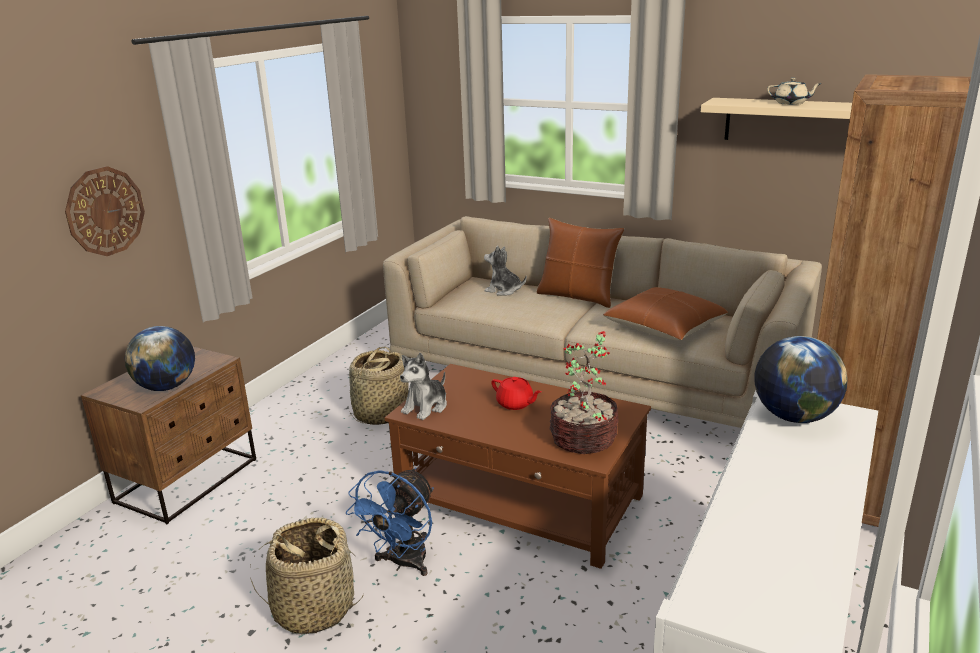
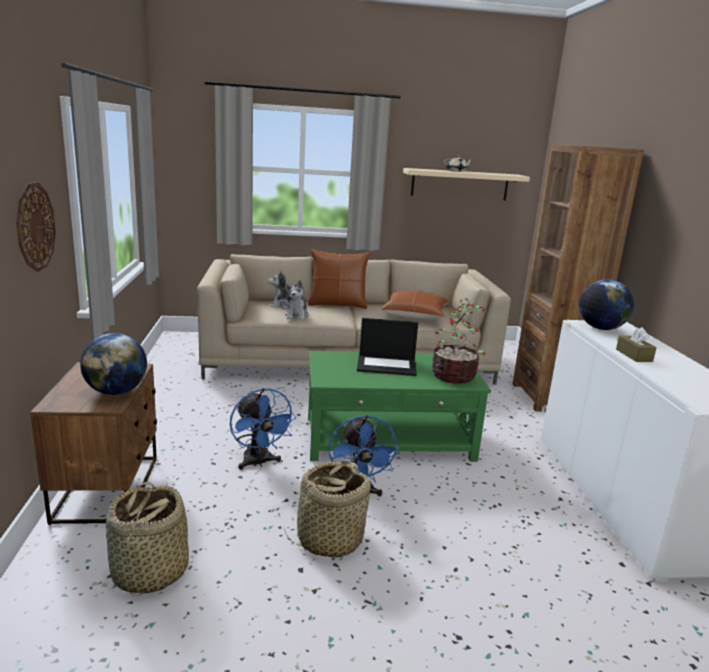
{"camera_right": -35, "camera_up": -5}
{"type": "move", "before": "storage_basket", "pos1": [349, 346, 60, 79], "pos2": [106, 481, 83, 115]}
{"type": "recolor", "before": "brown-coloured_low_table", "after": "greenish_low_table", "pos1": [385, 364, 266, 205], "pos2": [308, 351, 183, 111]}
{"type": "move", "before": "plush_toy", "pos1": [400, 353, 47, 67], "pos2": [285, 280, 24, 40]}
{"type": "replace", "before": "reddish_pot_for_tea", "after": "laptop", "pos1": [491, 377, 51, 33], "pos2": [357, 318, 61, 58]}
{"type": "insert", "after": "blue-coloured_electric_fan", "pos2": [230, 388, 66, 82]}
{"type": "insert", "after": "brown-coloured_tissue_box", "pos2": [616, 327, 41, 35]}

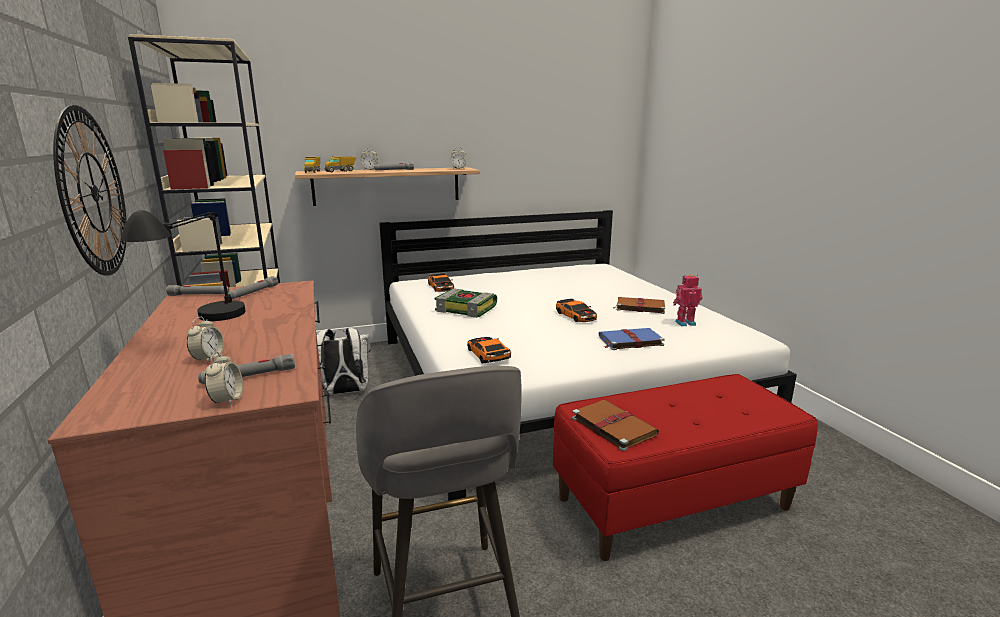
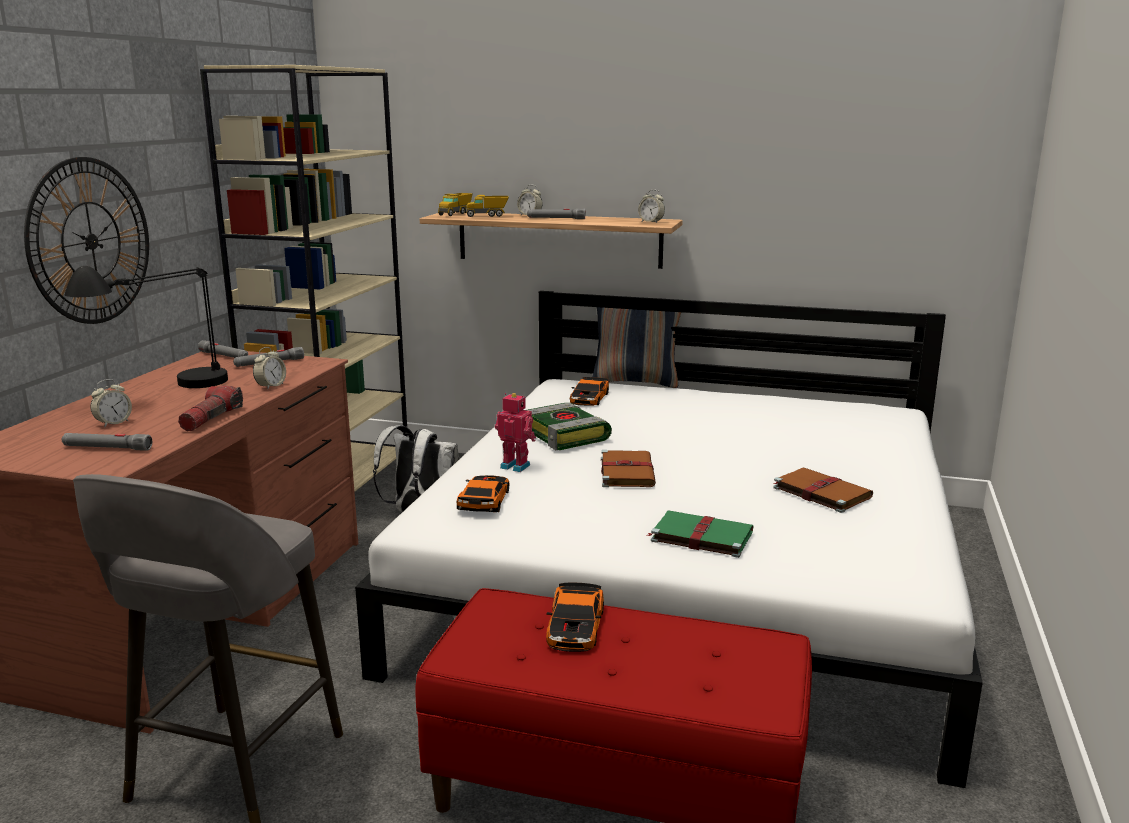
{"camera_right": 35, "camera_up": 0}
{"type": "move", "before": "table_clock", "pos1": [205, 352, 38, 54], "pos2": [253, 347, 33, 43]}
{"type": "move", "before": "miniature_car", "pos1": [556, 299, 41, 23], "pos2": [546, 583, 58, 69]}
{"type": "move", "before": "brown-coloured_book", "pos1": [572, 400, 87, 51], "pos2": [601, 450, 55, 37]}
{"type": "recolor", "before": "blue-coloured_book", "after": "greenish_book", "pos1": [599, 328, 66, 22], "pos2": [647, 510, 106, 48]}
{"type": "move", "before": "model_robot", "pos1": [673, 274, 30, 52], "pos2": [495, 393, 41, 79]}
{"type": "insert", "after": "hand_torch", "pos2": [178, 385, 65, 46]}
{"type": "insert", "after": "cushion", "pos2": [592, 307, 89, 81]}

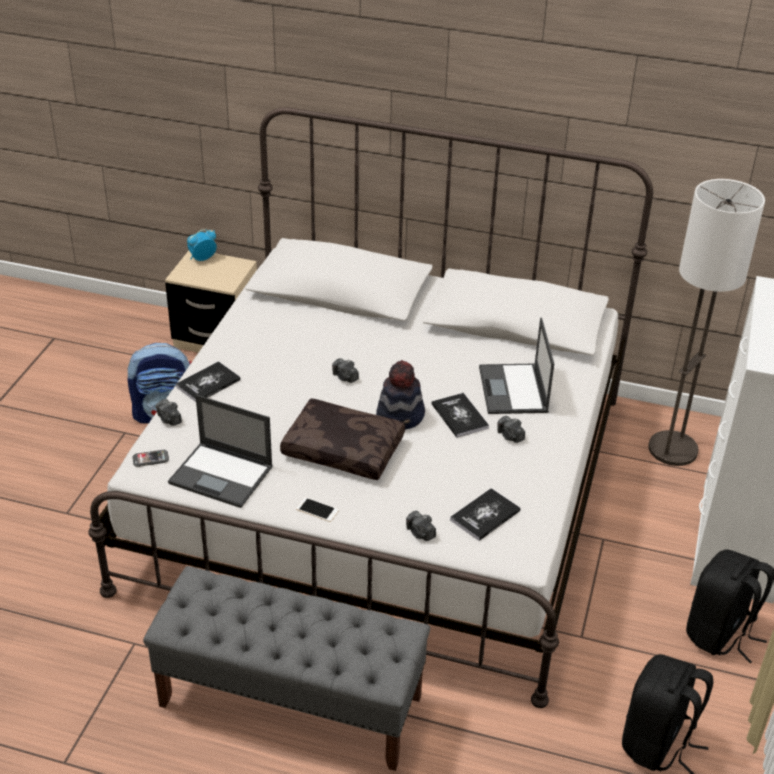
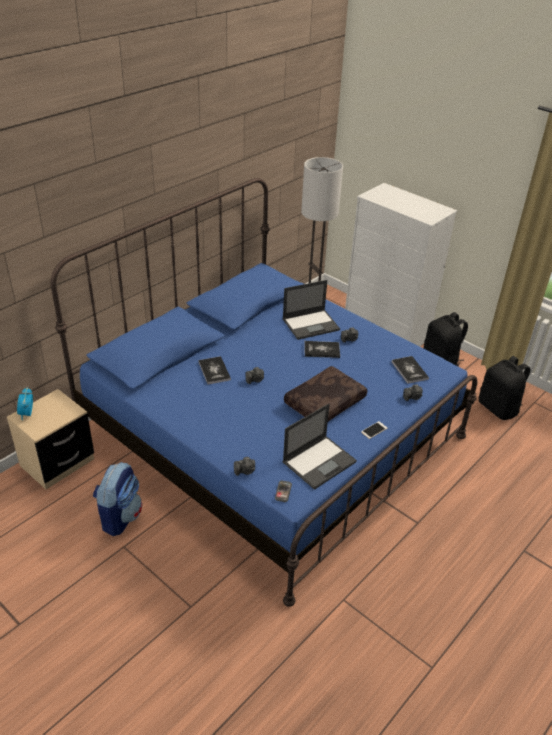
{"camera_right": -65, "camera_up": 0}
{"type": "recolor", "before": "white_bed", "after": "blue-coloured_bed", "pos1": [88, 107, 565, 601], "pos2": [51, 178, 426, 429]}
{"type": "delete", "before": "greyish_indoor_bench", "pos1": [143, 566, 287, 205]}
{"type": "move", "before": "book", "pos1": [176, 361, 65, 41], "pos2": [198, 356, 33, 28]}
{"type": "delete", "before": "clothing_hat", "pos1": [376, 360, 49, 70]}
{"type": "rotate", "before": "laptop", "pos1": [479, 318, 75, 96], "pos2": [283, 280, 57, 60], "turn": -45}

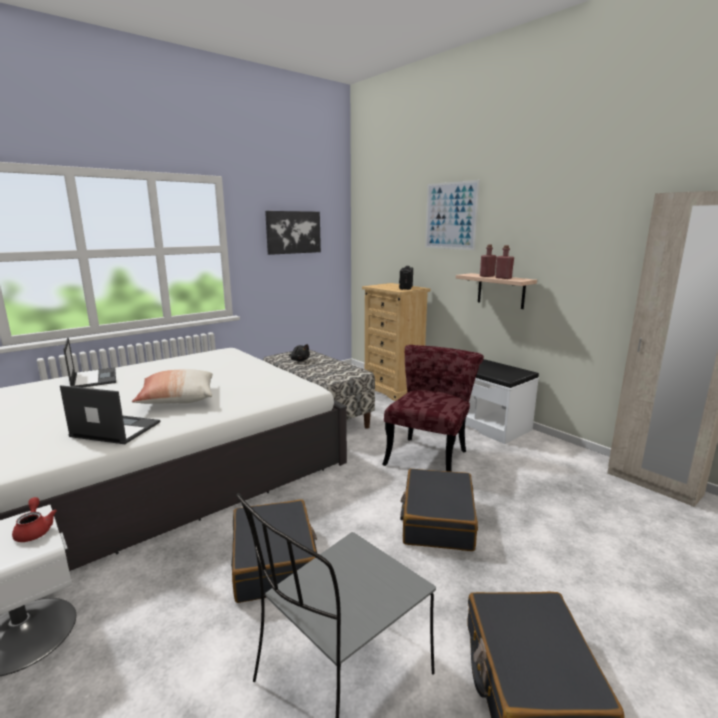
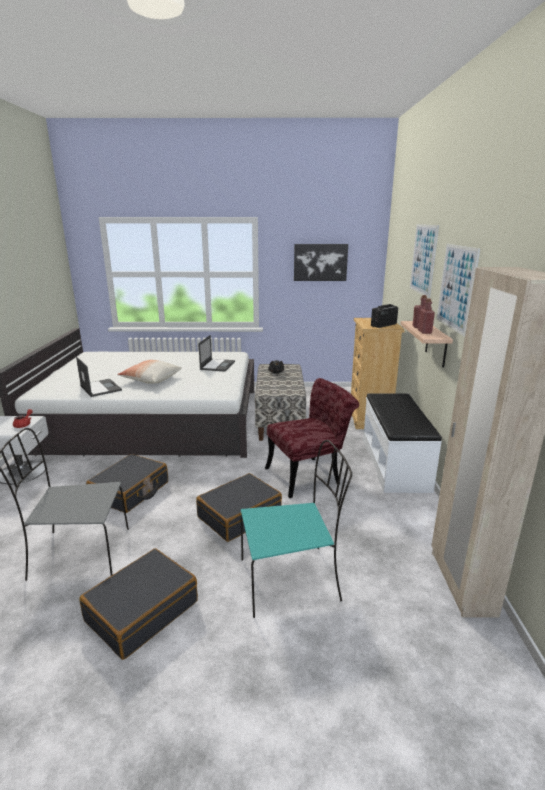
{"camera_right": 40, "camera_up": 5}
{"type": "move", "before": "laptop", "pos1": [63, 337, 53, 51], "pos2": [198, 335, 37, 37]}
{"type": "insert", "after": "turquoise_upright_chair", "pos2": [241, 440, 111, 178]}
{"type": "insert", "after": "wall_art", "pos2": [437, 244, 43, 93]}

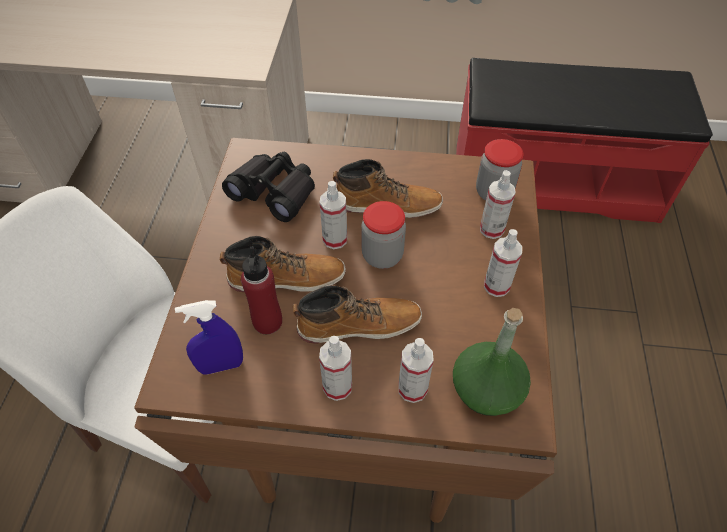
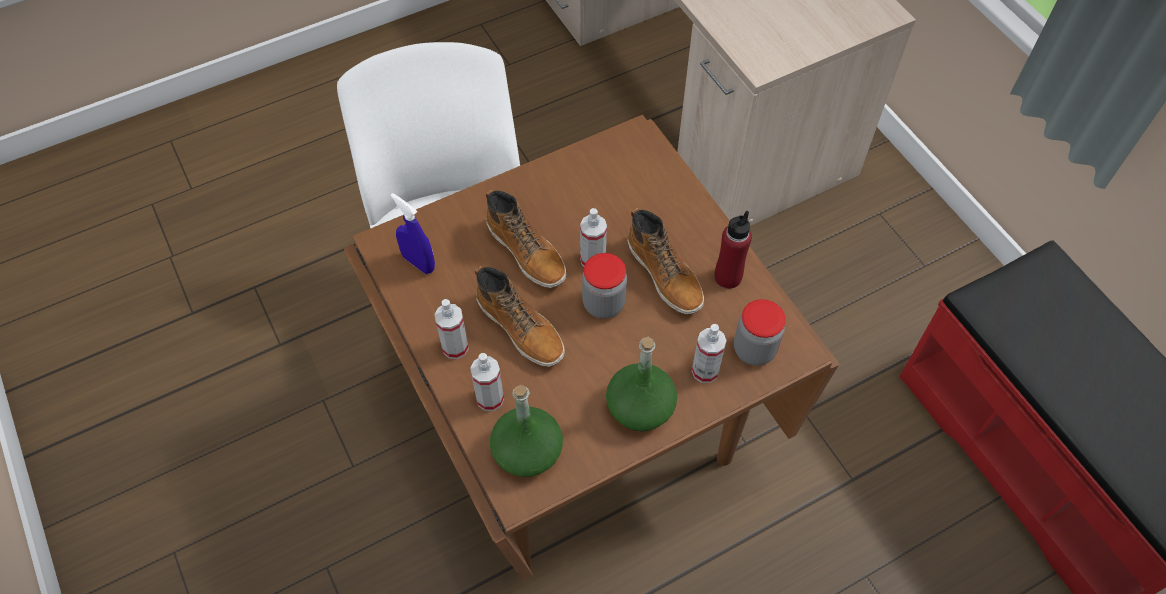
{"camera_right": 55, "camera_up": 5}
{"type": "delete", "before": "black_pair_of_binoculars", "pos1": [222, 152, 93, 70]}
{"type": "move", "before": "reddish_drink_bottle", "pos1": [241, 246, 41, 88], "pos2": [714, 211, 38, 78]}
{"type": "replace", "before": "spray_bottle", "after": "greenish_drink_bottle", "pos1": [484, 229, 38, 68], "pos2": [606, 337, 71, 94]}

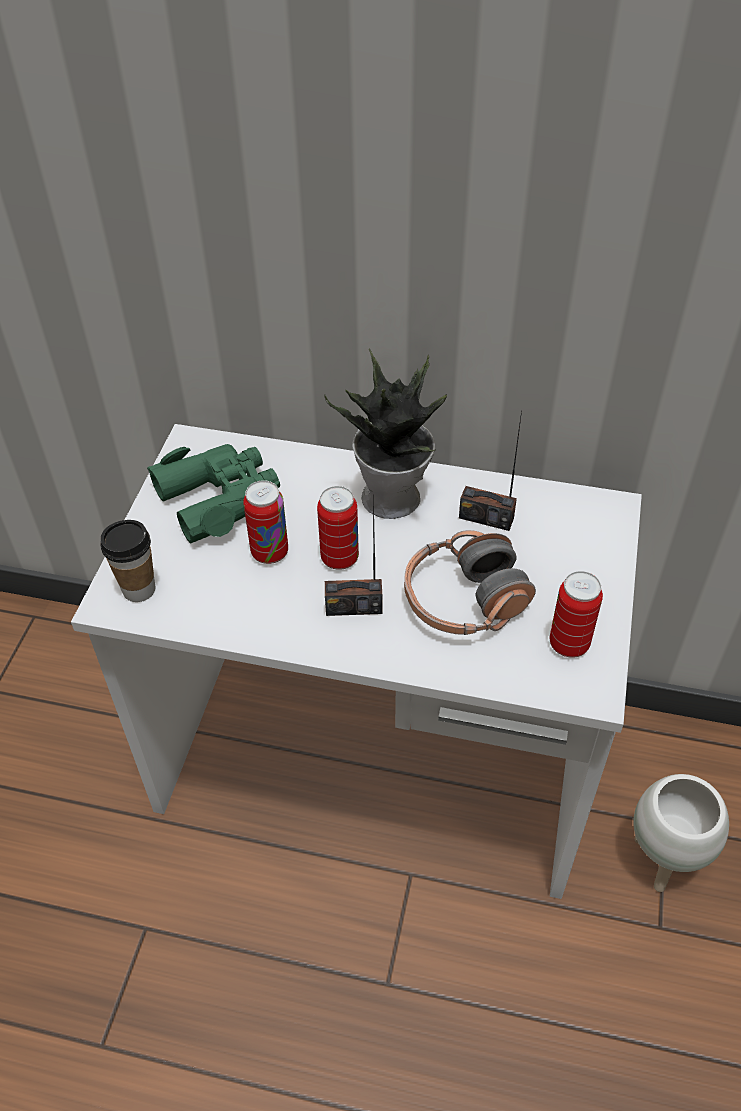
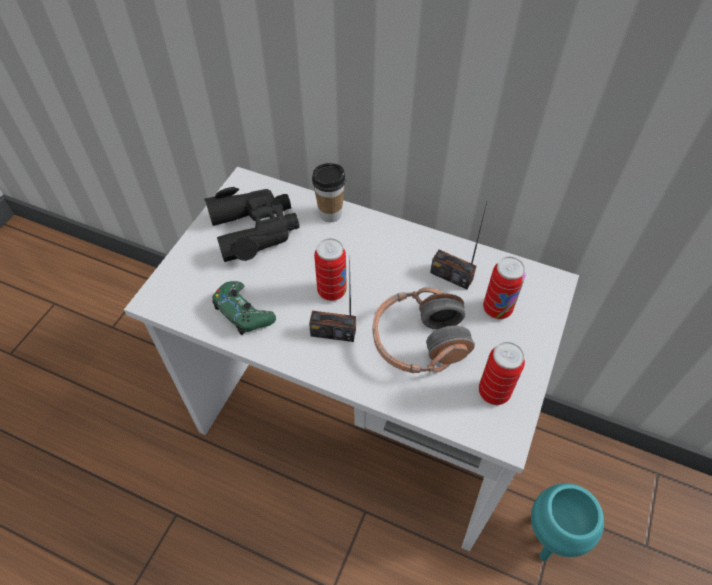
{"camera_right": 10, "camera_up": 5}
{"type": "move", "before": "drinking_cup", "pos1": [100, 520, 55, 82], "pos2": [312, 163, 34, 59]}
{"type": "recolor", "before": "greenish_pair_of_binoculars", "after": "black_pair_of_binoculars", "pos1": [147, 444, 133, 100], "pos2": [204, 187, 96, 75]}
{"type": "move", "before": "metal_can", "pos1": [243, 480, 45, 84], "pos2": [483, 257, 42, 62]}
{"type": "delete", "before": "potted_plant", "pos1": [324, 349, 123, 170]}
{"type": "recolor", "before": "white_plant_pot", "after": "turquoise_plant_pot", "pos1": [633, 774, 96, 118], "pos2": [531, 483, 73, 78]}
{"type": "insert", "after": "greenish_gamepad", "pos2": [212, 281, 64, 54]}

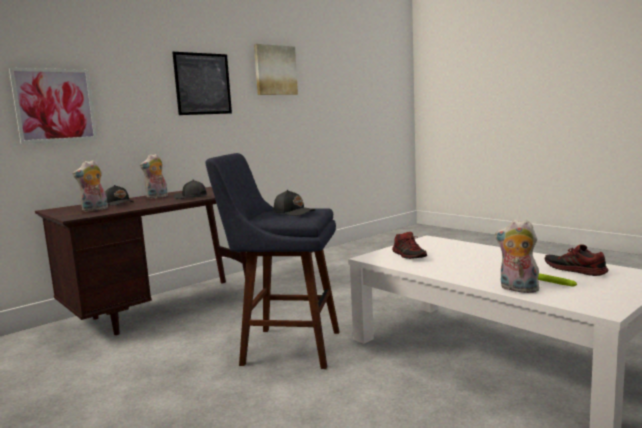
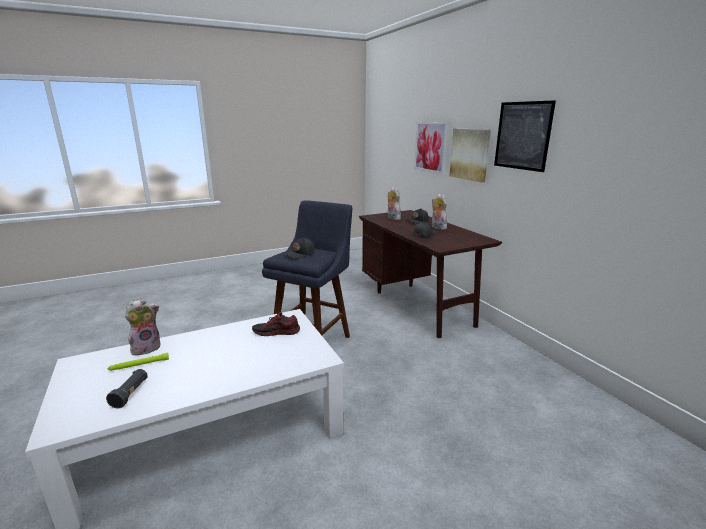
{"camera_right": 105, "camera_up": 10}
{"type": "move", "before": "wall_art", "pos1": [254, 44, 44, 51], "pos2": [449, 128, 42, 55]}
{"type": "replace", "before": "shoe", "after": "black_hand_torch", "pos1": [545, 244, 63, 32], "pos2": [106, 369, 42, 39]}

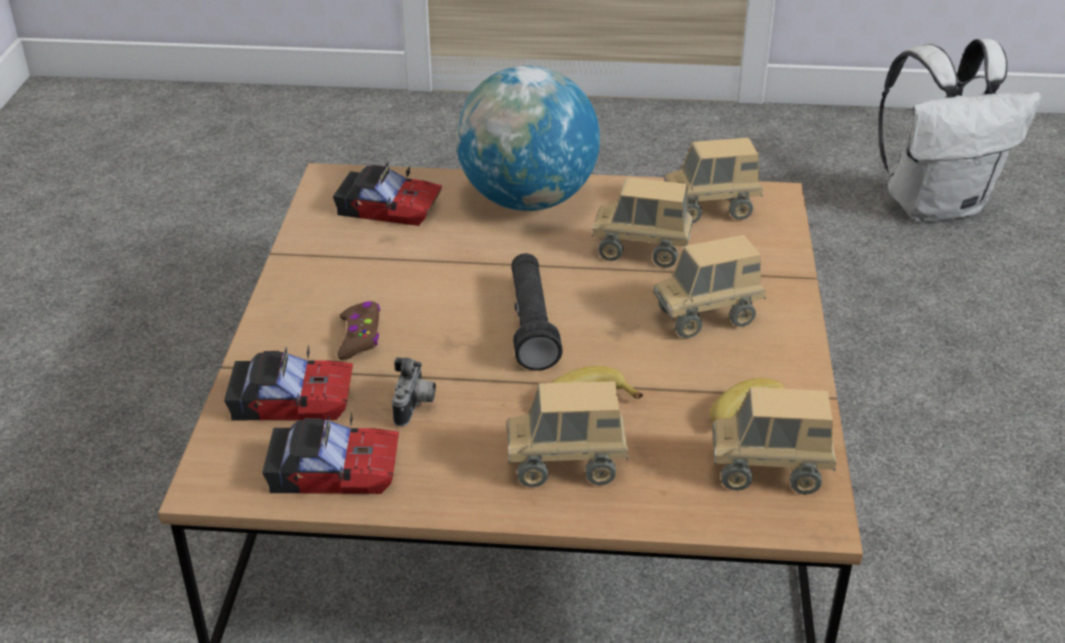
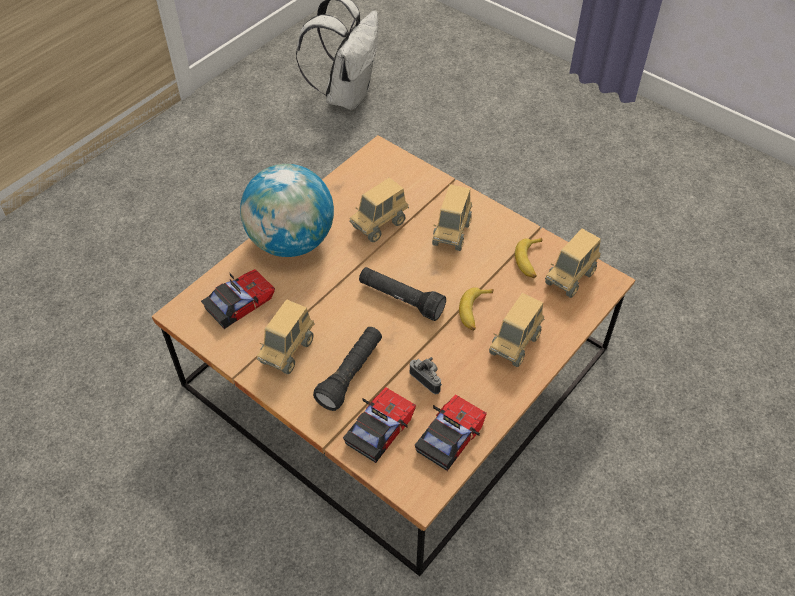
{"camera_right": -55, "camera_up": 15}
{"type": "replace", "before": "brown-coloured_gamepad", "after": "black_hand_torch", "pos1": [337, 301, 43, 59], "pos2": [313, 327, 69, 84]}
{"type": "move", "before": "toy_truck", "pos1": [664, 138, 99, 86], "pos2": [257, 299, 58, 75]}

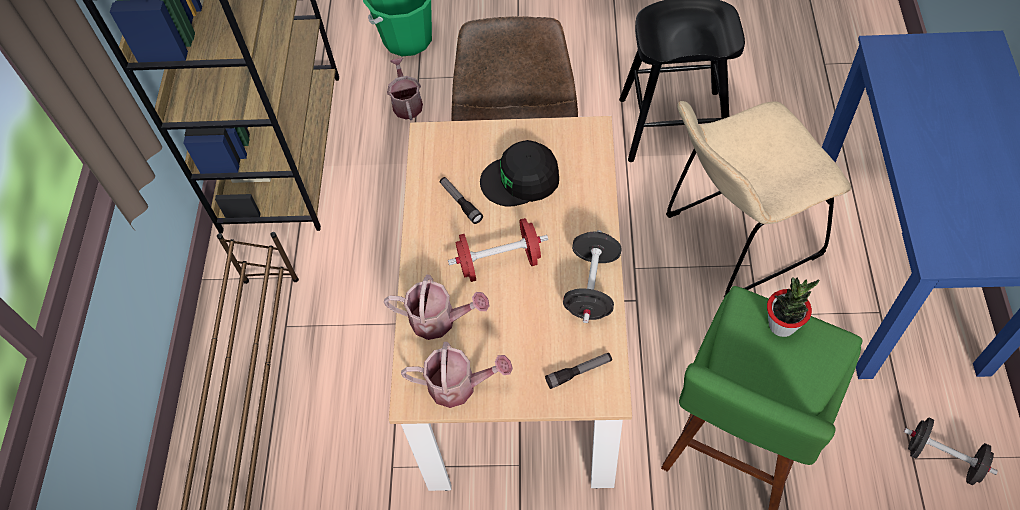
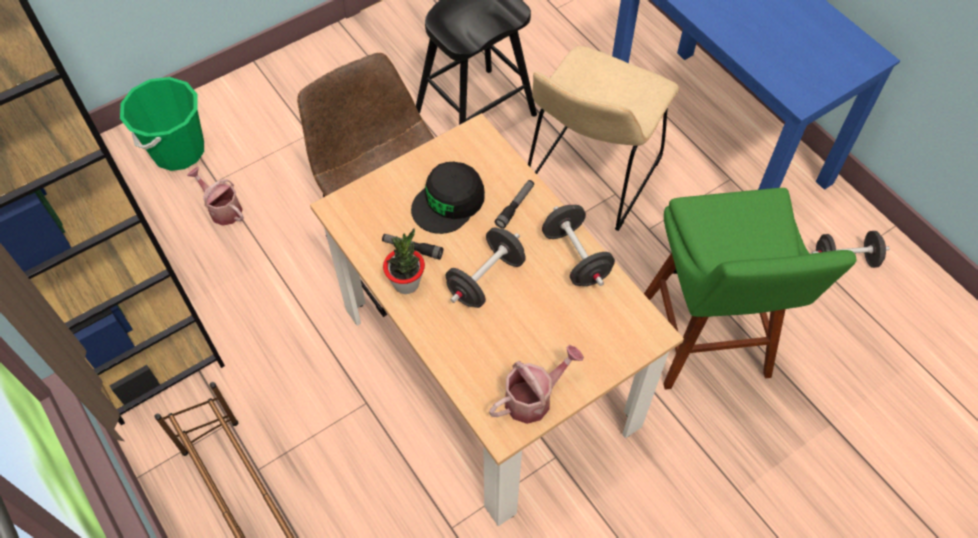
{"camera_right": -40, "camera_up": 0}
{"type": "delete", "before": "watering_can", "pos1": [384, 275, 105, 65]}
{"type": "recolor", "before": "reddish_hand_weight", "after": "black_hand_weight", "pos1": [448, 218, 100, 64], "pos2": [446, 227, 80, 81]}
{"type": "move", "before": "hand_torch", "pos1": [545, 353, 67, 36], "pos2": [495, 180, 39, 49]}
{"type": "move", "before": "potted_plant", "pos1": [767, 277, 52, 60], "pos2": [383, 228, 42, 66]}

